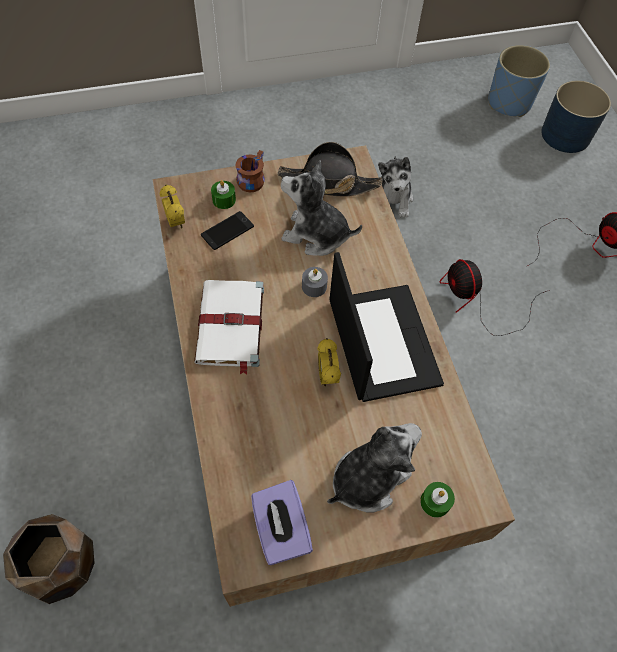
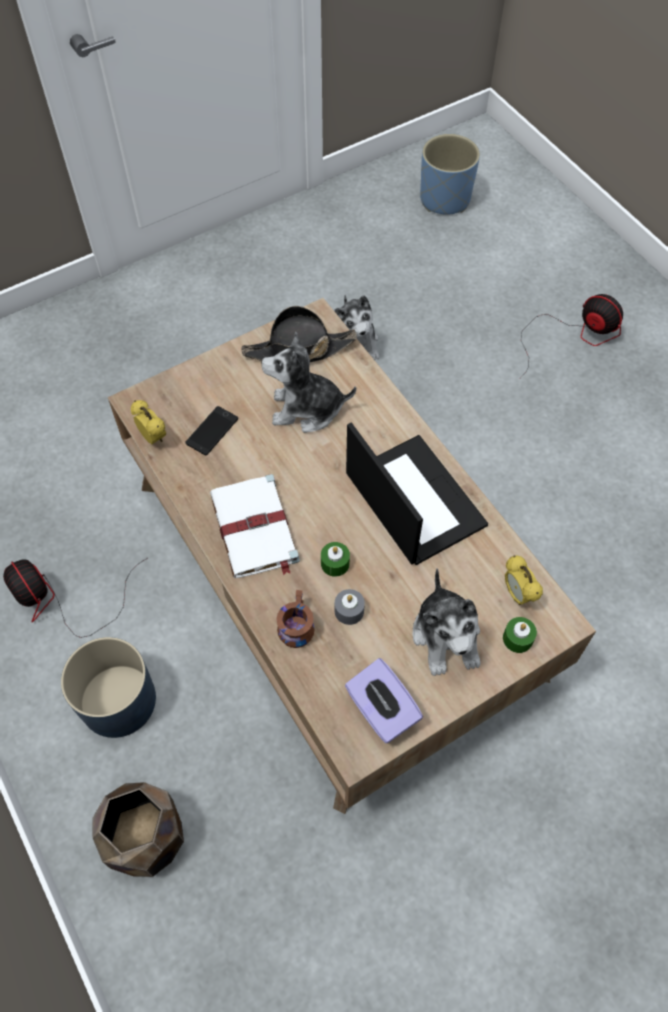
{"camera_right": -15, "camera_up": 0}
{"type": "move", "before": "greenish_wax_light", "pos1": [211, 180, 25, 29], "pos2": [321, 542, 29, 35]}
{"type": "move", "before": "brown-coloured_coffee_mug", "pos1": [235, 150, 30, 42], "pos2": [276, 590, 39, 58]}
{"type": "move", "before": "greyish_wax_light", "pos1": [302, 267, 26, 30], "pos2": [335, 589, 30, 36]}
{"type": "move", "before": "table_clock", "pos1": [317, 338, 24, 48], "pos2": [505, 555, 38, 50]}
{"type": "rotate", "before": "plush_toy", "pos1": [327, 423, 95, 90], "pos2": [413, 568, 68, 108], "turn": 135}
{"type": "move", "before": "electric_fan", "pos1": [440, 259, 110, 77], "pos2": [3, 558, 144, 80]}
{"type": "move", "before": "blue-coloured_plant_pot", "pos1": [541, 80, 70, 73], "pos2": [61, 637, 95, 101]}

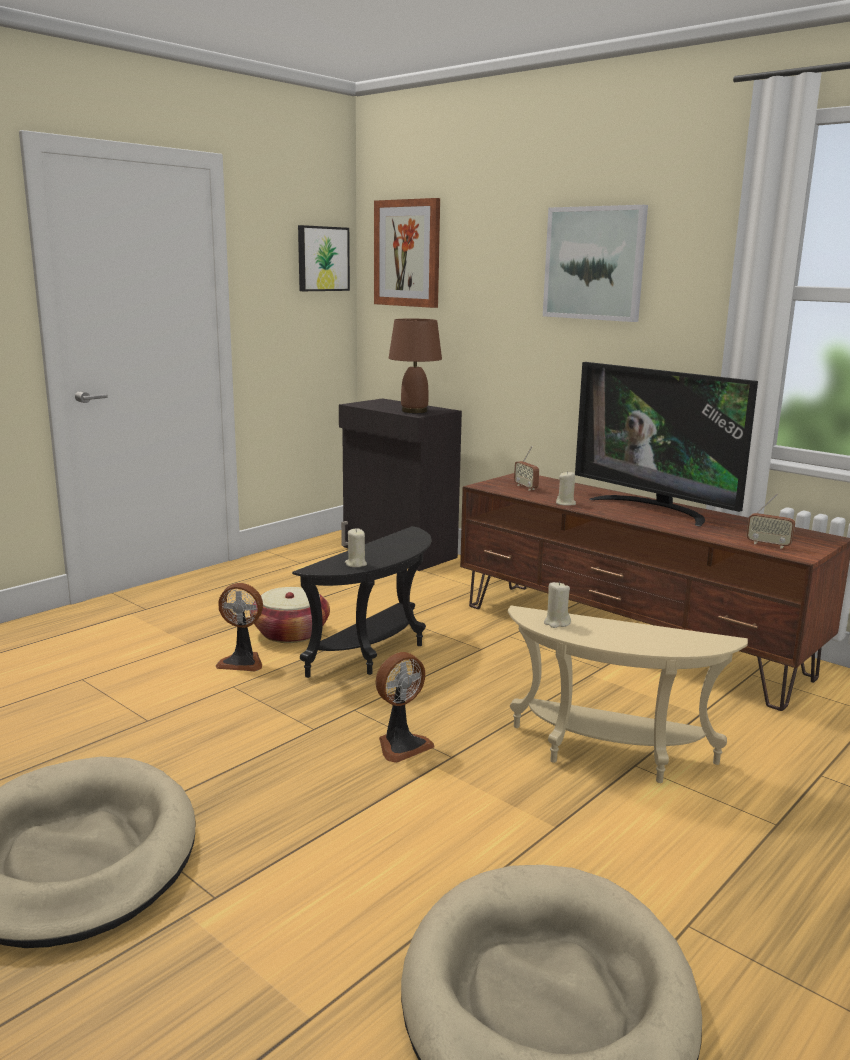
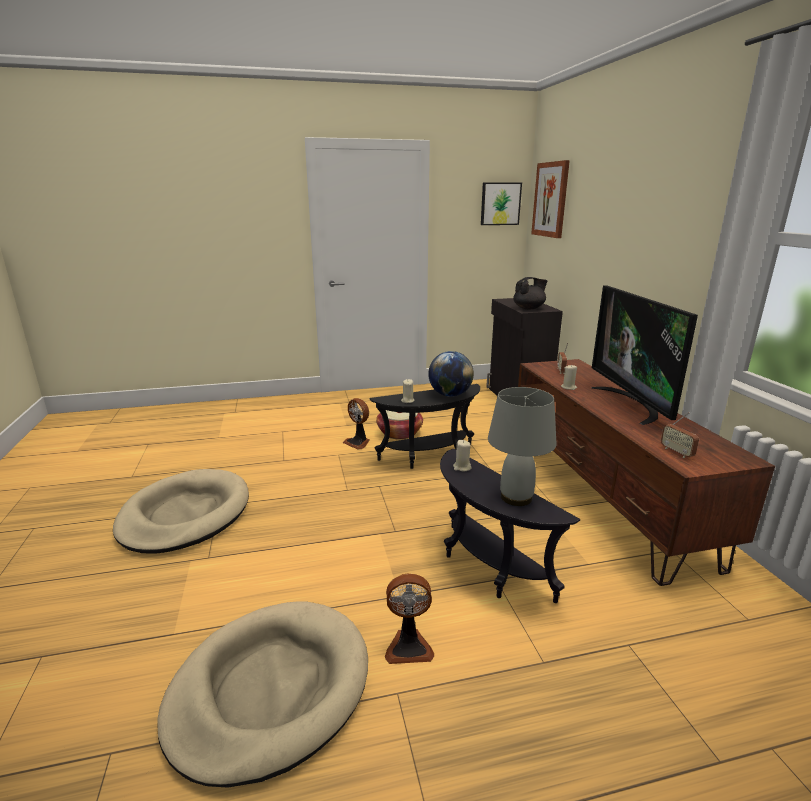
{"camera_right": 35, "camera_up": 5}
{"type": "move", "before": "electric_fan", "pos1": [375, 652, 59, 111], "pos2": [385, 574, 49, 90]}
{"type": "replace", "before": "brown-coloured_table_lamp", "after": "black_pot_for_tea", "pos1": [389, 319, 53, 94], "pos2": [513, 277, 35, 32]}
{"type": "recolor", "before": "beige_end_table", "after": "black_end_table", "pos1": [508, 606, 240, 177], "pos2": [440, 449, 140, 154]}
{"type": "delete", "before": "wall_art", "pos1": [543, 205, 105, 117]}
{"type": "insert", "after": "globe", "pos2": [428, 351, 46, 46]}
{"type": "insert", "after": "greyish_table_lamp", "pos2": [488, 387, 69, 119]}

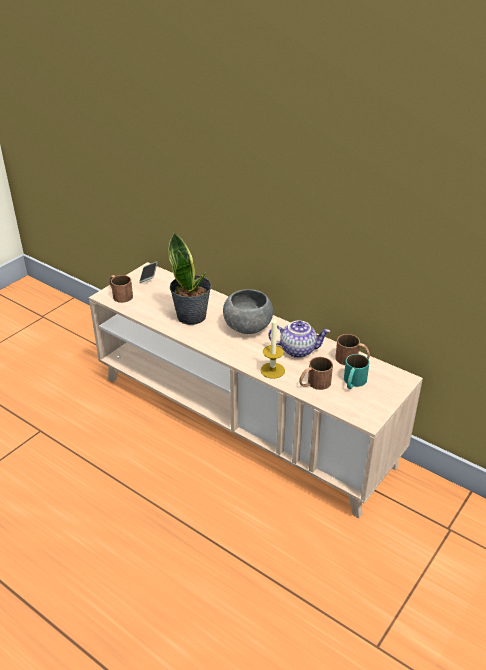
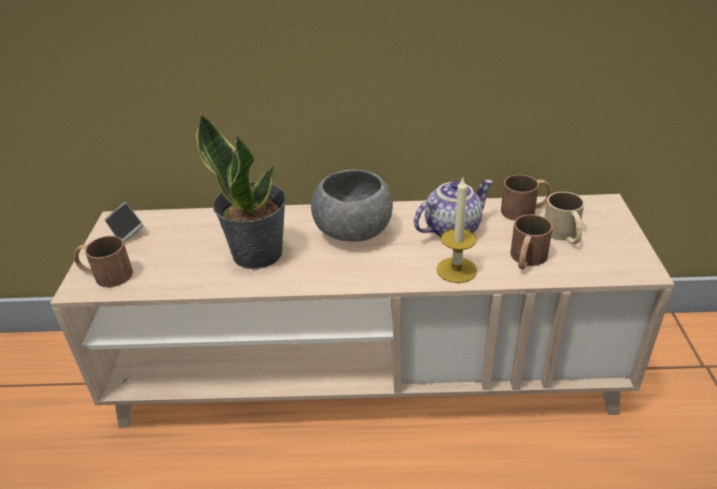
{"camera_right": -35, "camera_up": 0}
{"type": "recolor", "before": "turquoise_coffee_mug", "after": "beige_coffee_mug", "pos1": [344, 354, 25, 35], "pos2": [544, 192, 41, 52]}

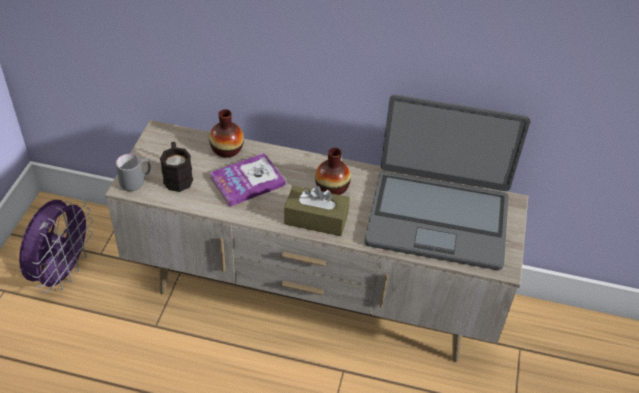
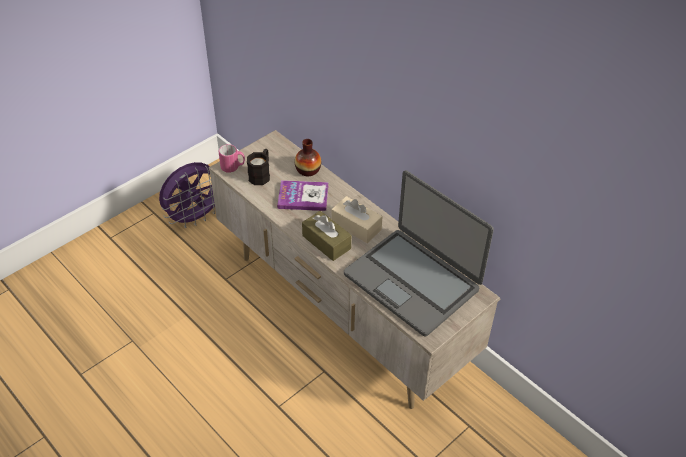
{"camera_right": 35, "camera_up": 0}
{"type": "recolor", "before": "greyish_coffee_mug", "after": "pink-coloured_coffee_mug", "pos1": [115, 154, 36, 37], "pos2": [219, 144, 26, 29]}
{"type": "replace", "before": "flower_vase", "after": "beige_tissue_box", "pos1": [315, 147, 36, 48], "pos2": [332, 196, 51, 47]}

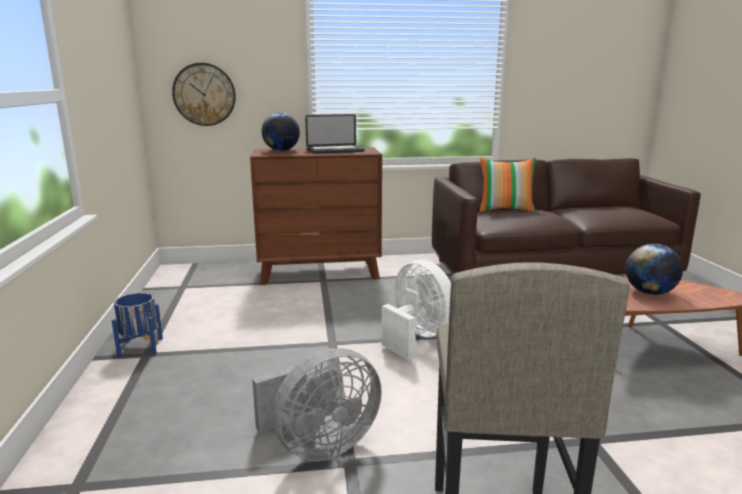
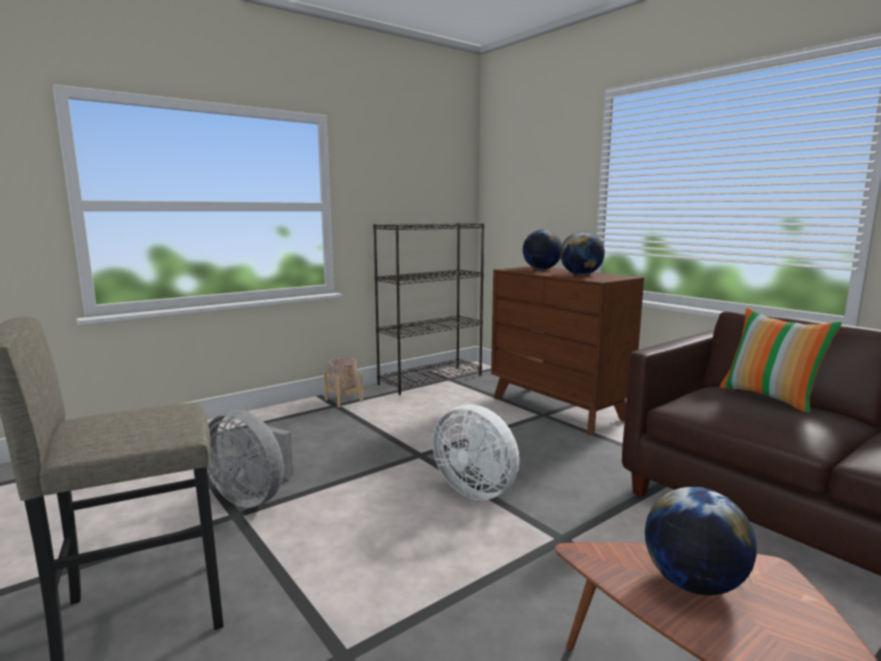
{"camera_right": 60, "camera_up": -5}
{"type": "recolor", "before": "blue-coloured_plant_pot", "after": "beige_plant_pot", "pos1": [112, 293, 51, 65], "pos2": [324, 358, 39, 49]}
{"type": "delete", "before": "hanging_clock", "pos1": [172, 63, 64, 63]}
{"type": "replace", "before": "laptop", "after": "globe", "pos1": [305, 114, 59, 40], "pos2": [560, 231, 45, 44]}
{"type": "rotate", "before": "white_electric_fan", "pos1": [382, 260, 69, 101], "pos2": [433, 404, 86, 96], "turn": 105}
{"type": "insert", "after": "black_bookshelf", "pos2": [373, 223, 111, 172]}

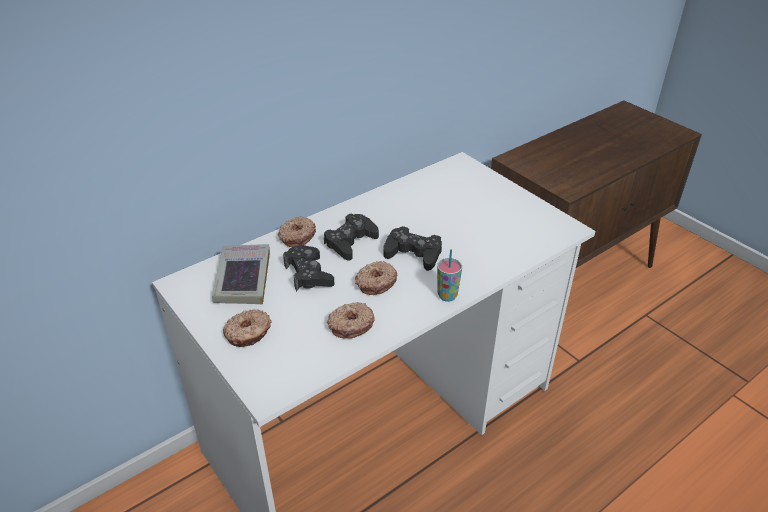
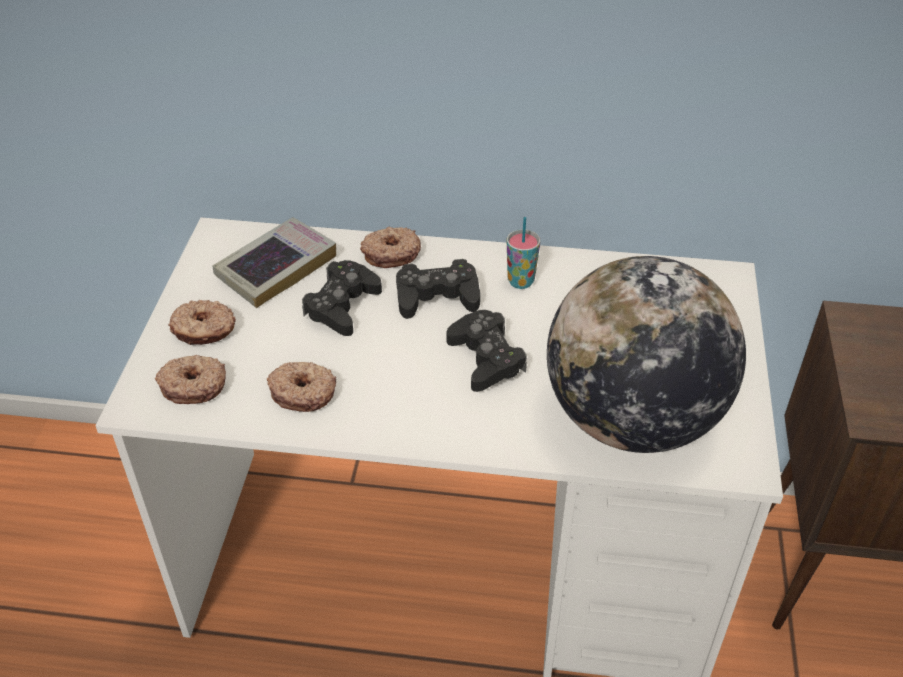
{"camera_right": 45, "camera_up": 5}
{"type": "move", "before": "donut", "pos1": [355, 261, 42, 34], "pos2": [155, 355, 71, 49]}
{"type": "move", "before": "drinking_cup", "pos1": [437, 249, 25, 53], "pos2": [507, 217, 33, 72]}
{"type": "insert", "after": "globe", "pos2": [547, 256, 199, 197]}

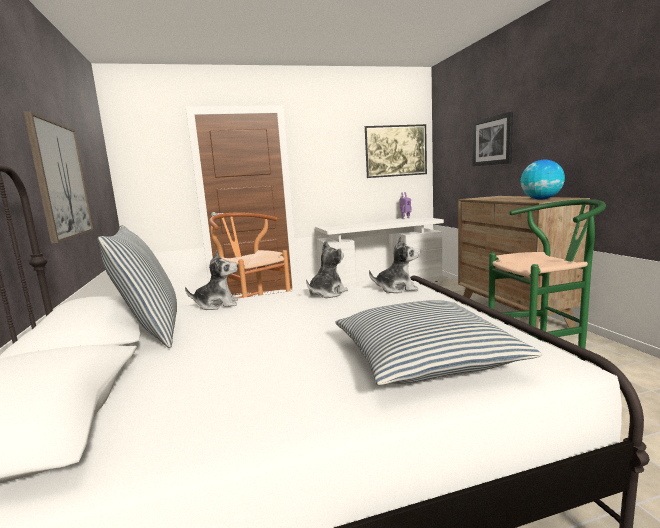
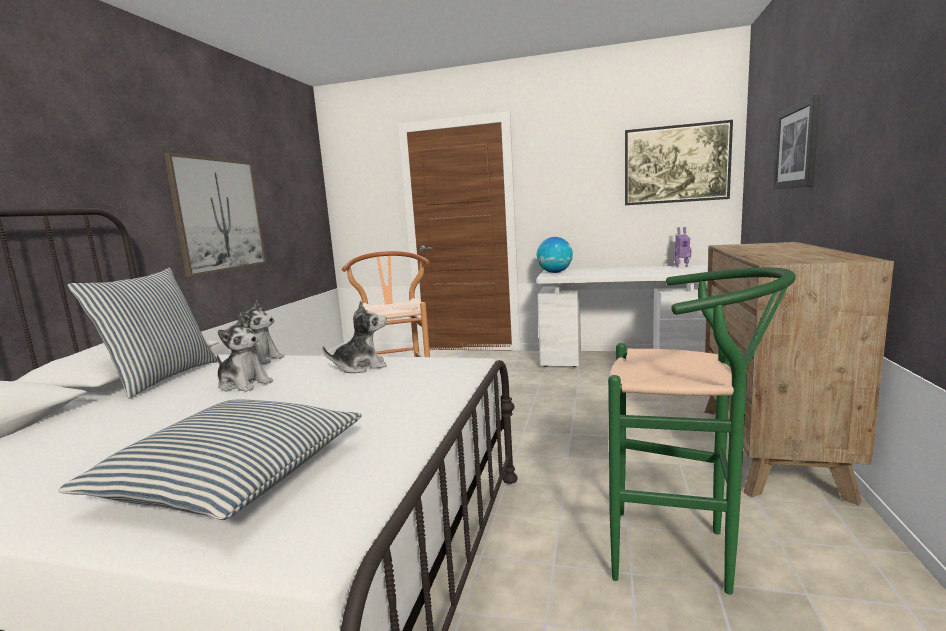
{"camera_right": 30, "camera_up": 0}
{"type": "move", "before": "plush_toy", "pos1": [369, 236, 51, 57], "pos2": [217, 315, 56, 77]}
{"type": "move", "before": "globe", "pos1": [521, 160, 44, 39], "pos2": [537, 237, 36, 36]}

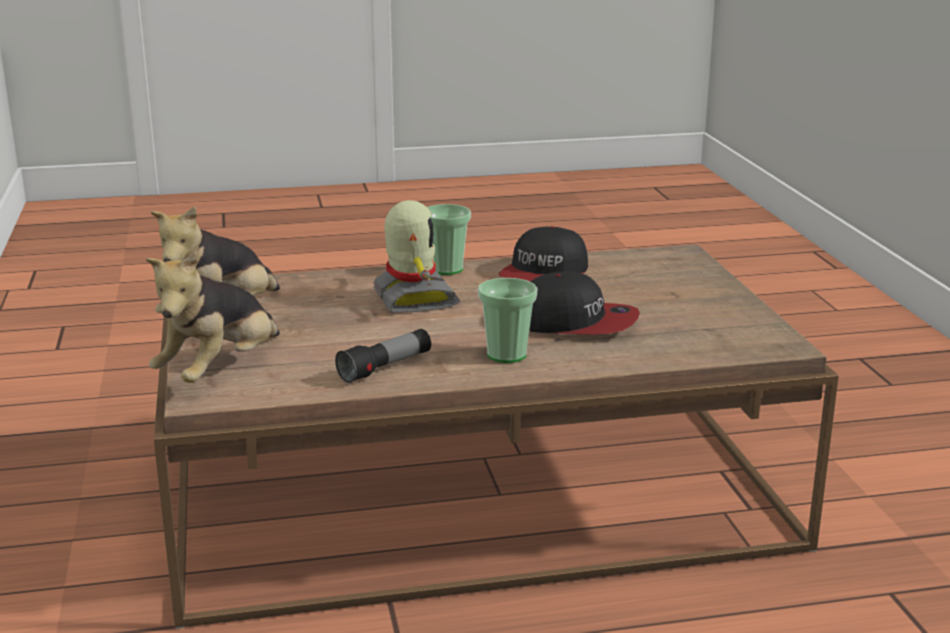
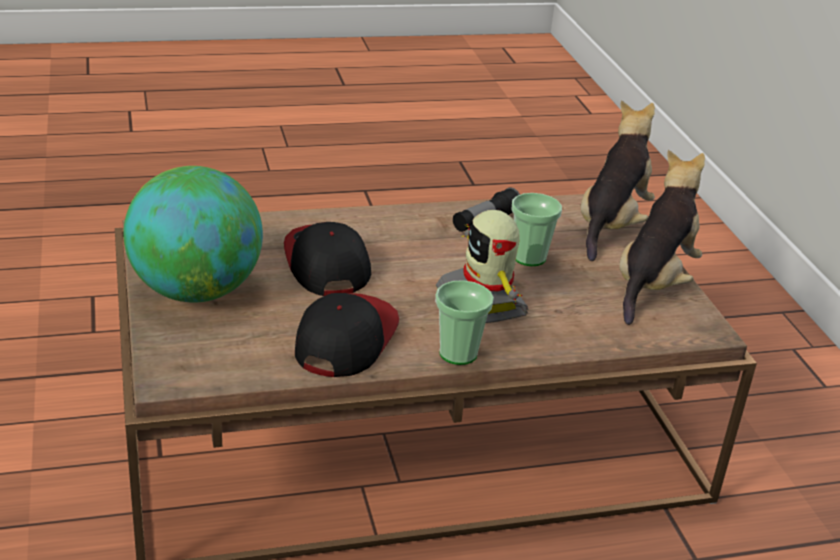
{"camera_right": 175, "camera_up": 10}
{"type": "move", "before": "drinking_cup", "pos1": [478, 278, 59, 85], "pos2": [511, 193, 51, 73]}
{"type": "rotate", "before": "baseball_cap", "pos1": [529, 271, 111, 64], "pos2": [284, 222, 87, 74], "turn": 60}
{"type": "insert", "after": "globe", "pos2": [123, 166, 140, 137]}

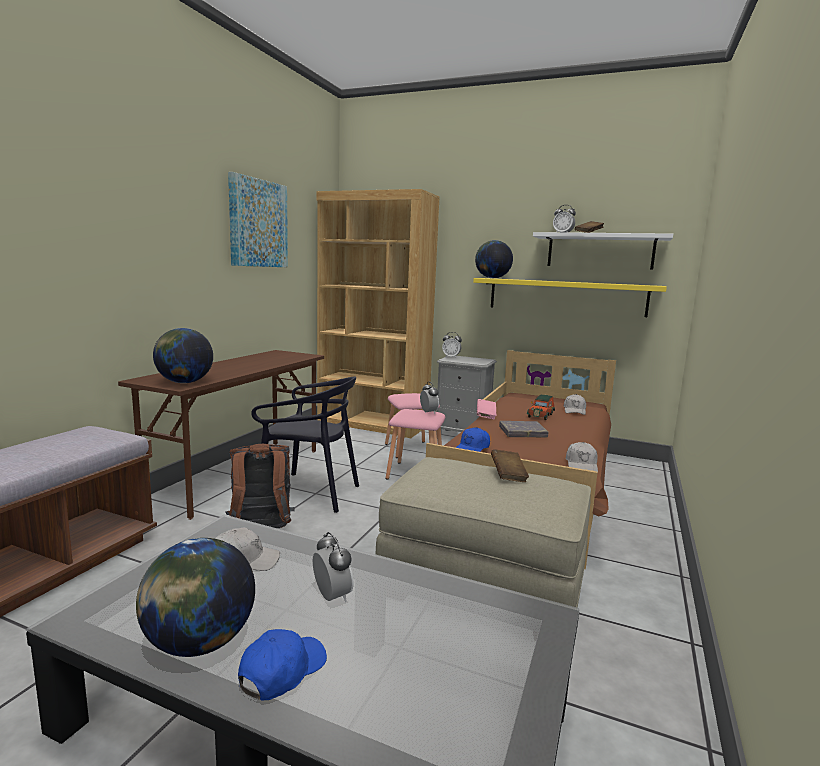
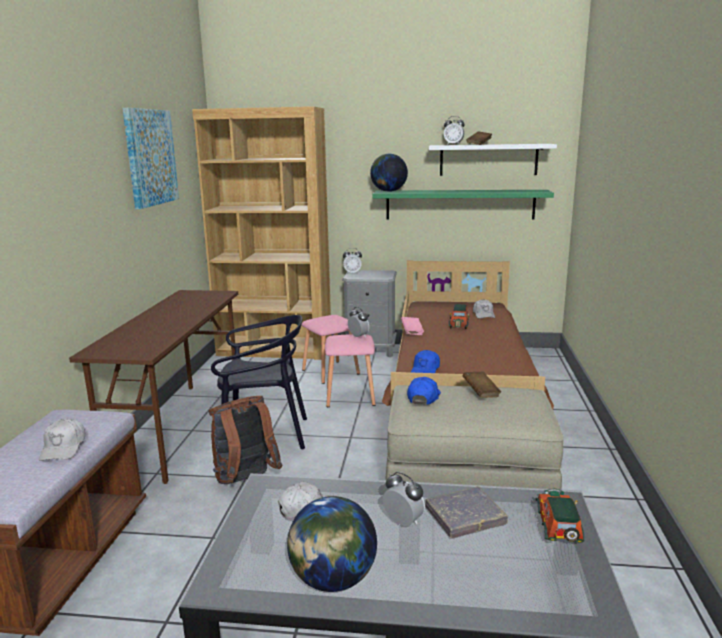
{"camera_right": -15, "camera_up": 5}
{"type": "delete", "before": "globe", "pos1": [153, 328, 60, 55]}
{"type": "move", "before": "blue-coloured_baseball_cap", "pos1": [238, 629, 89, 72], "pos2": [407, 377, 34, 28]}
{"type": "recolor", "before": "yellow_wall_shelf", "after": "greenish_wall_shelf", "pos1": [473, 278, 194, 39], "pos2": [373, 190, 181, 29]}
{"type": "move", "before": "greyish_book", "pos1": [499, 421, 50, 17], "pos2": [425, 486, 83, 52]}
{"type": "move", "before": "white_baseball_cap", "pos1": [565, 442, 33, 30], "pos2": [39, 419, 46, 42]}
{"type": "insert", "after": "miniature_car", "pos2": [535, 488, 49, 55]}

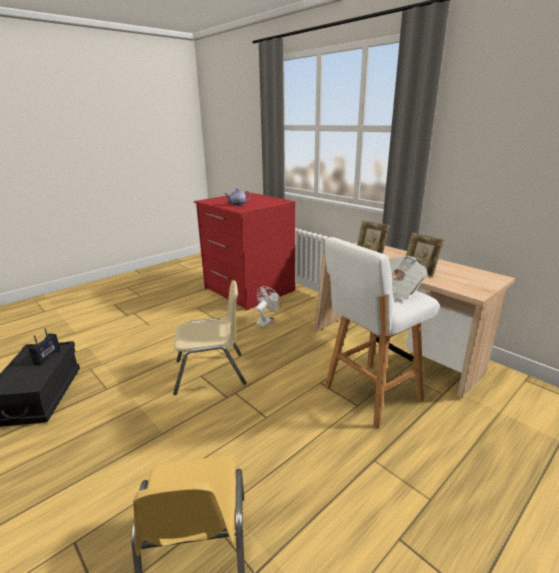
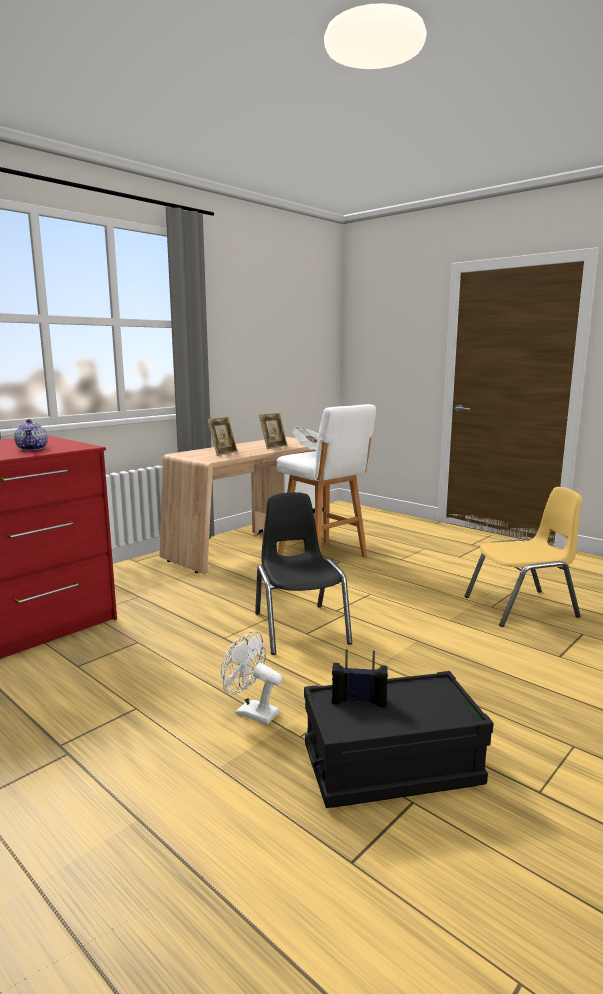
{"camera_right": -95, "camera_up": -10}
{"type": "recolor", "before": "beige_upright_chair", "after": "black_upright_chair", "pos1": [173, 280, 73, 115], "pos2": [255, 492, 97, 163]}
{"type": "move", "before": "white_electric_fan", "pos1": [256, 286, 25, 41], "pos2": [221, 631, 61, 93]}

